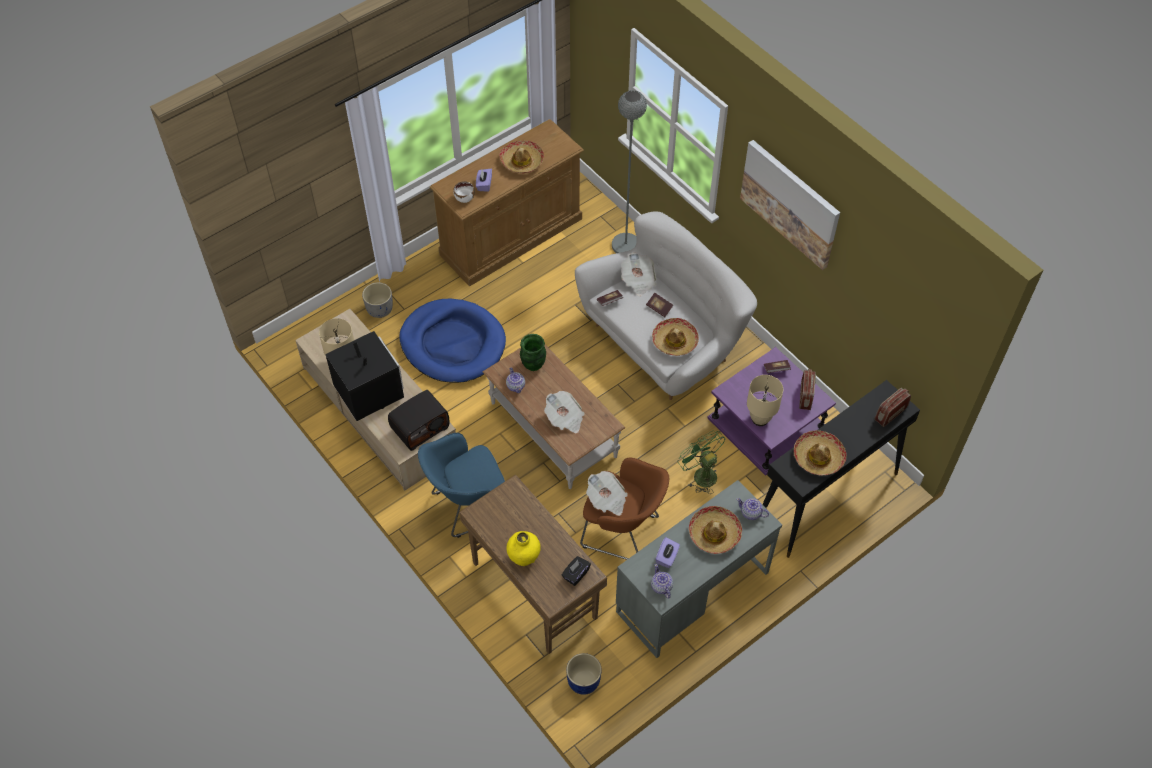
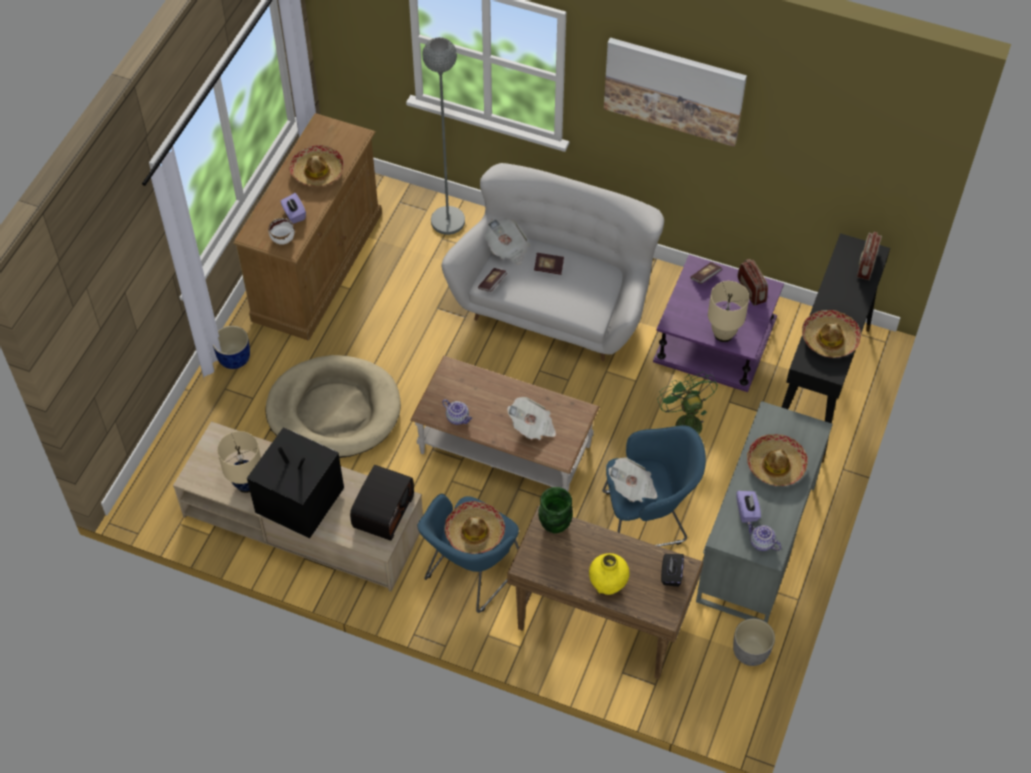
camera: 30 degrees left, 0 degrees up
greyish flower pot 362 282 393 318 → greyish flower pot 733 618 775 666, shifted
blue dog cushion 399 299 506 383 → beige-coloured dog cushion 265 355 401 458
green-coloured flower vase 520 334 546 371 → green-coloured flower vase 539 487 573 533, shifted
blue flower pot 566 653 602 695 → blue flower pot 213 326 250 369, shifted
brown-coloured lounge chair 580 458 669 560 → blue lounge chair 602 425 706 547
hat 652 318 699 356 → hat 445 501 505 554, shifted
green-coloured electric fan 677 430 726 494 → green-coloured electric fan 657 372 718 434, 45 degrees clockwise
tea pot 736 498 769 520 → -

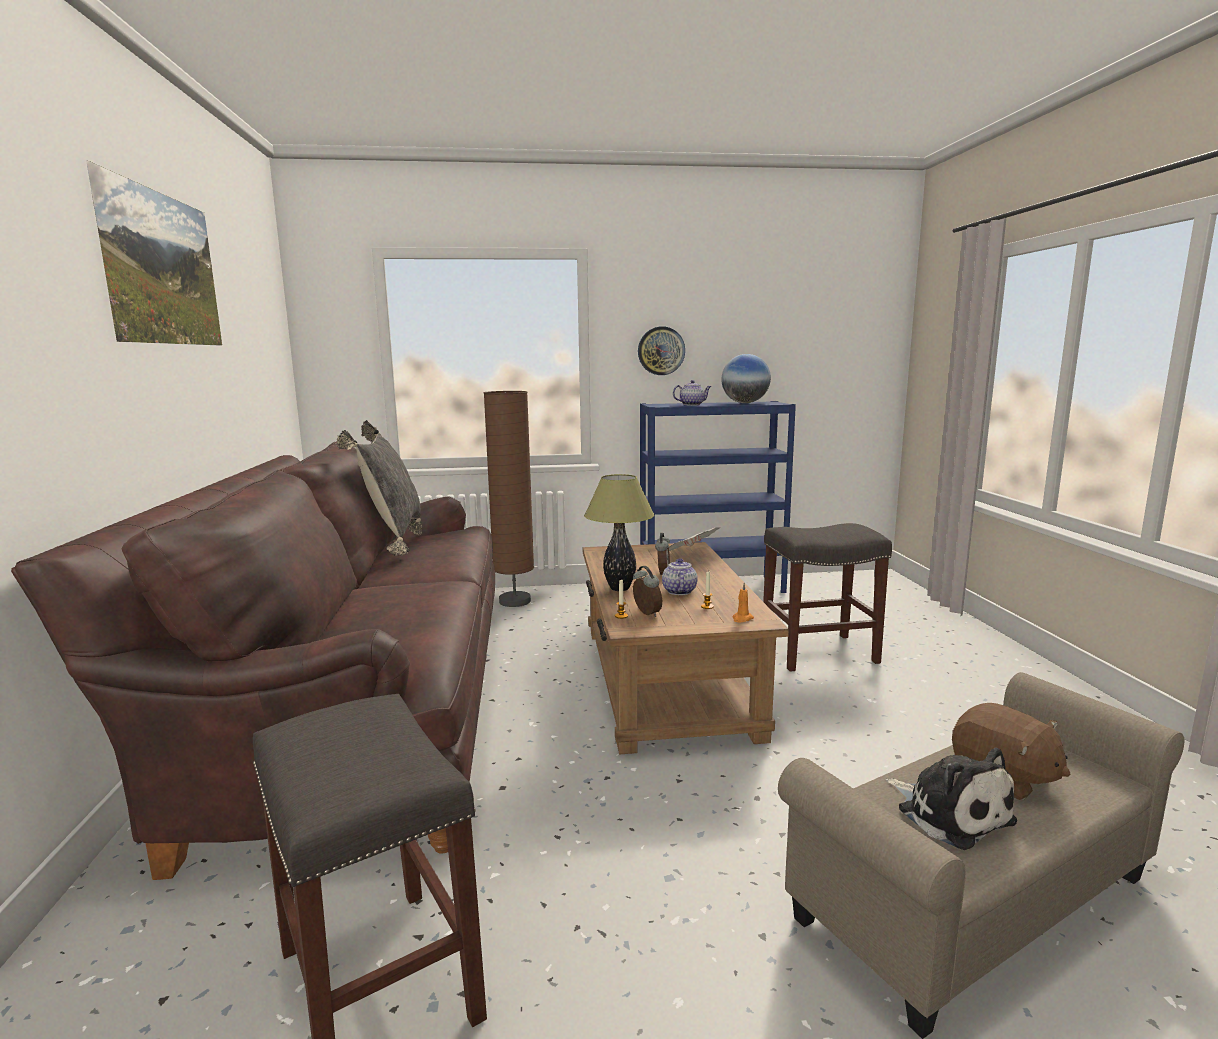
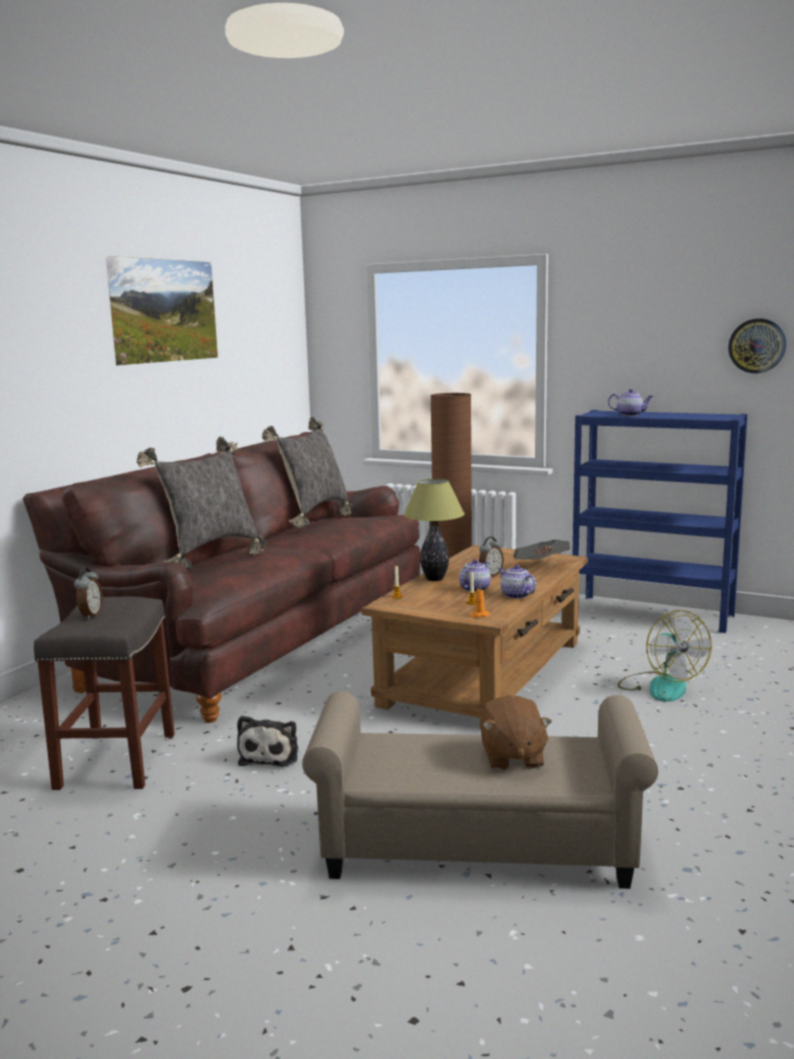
camera: 35 degrees right, 0 degrees up
table clock 633 566 662 617 → table clock 74 567 103 619, shifted
clock on the wall 638 326 685 375 → clock on the wall 728 318 786 373, shifted
desk globe 721 354 771 403 → -
greyish sitting stool 763 523 892 672 → electric fan 618 610 712 702
plush toy 885 748 1017 850 → plush toy 237 715 299 767, shifted
- → throw pillow 137 437 269 569
- → tea pot 498 565 537 599

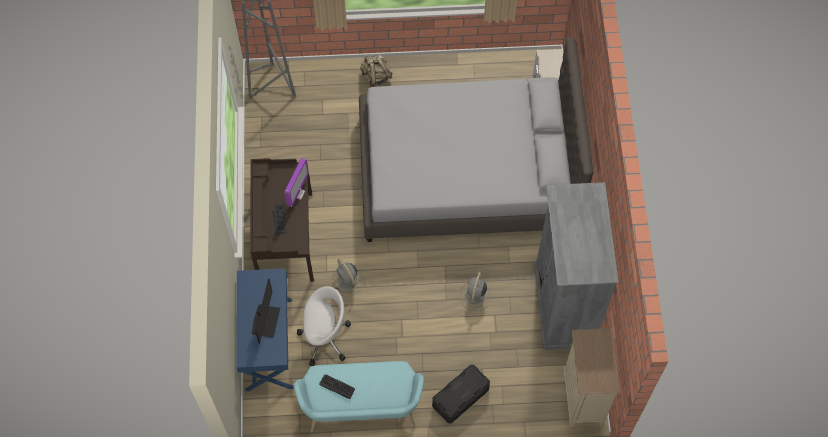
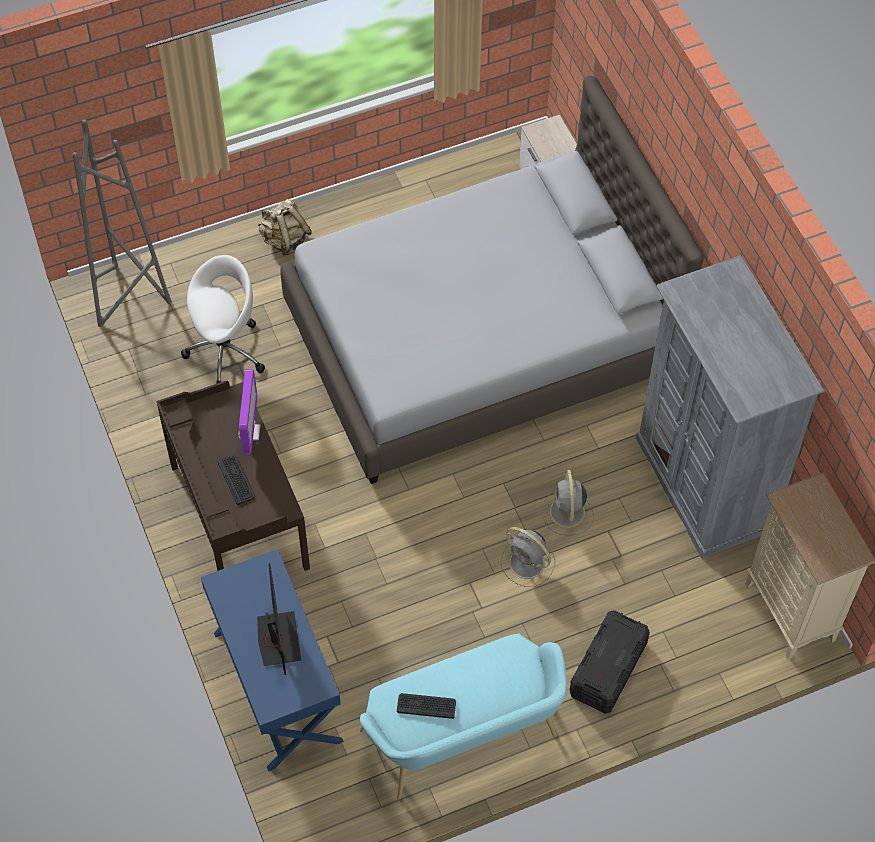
camera: 20 degrees left, 5 degrees down
white-coloured computer chair 297 286 351 366 → white-coloured computer chair 181 255 265 384, shifted
greyish electric fan 332 259 365 297 → greyish electric fan 500 527 555 587, shifted

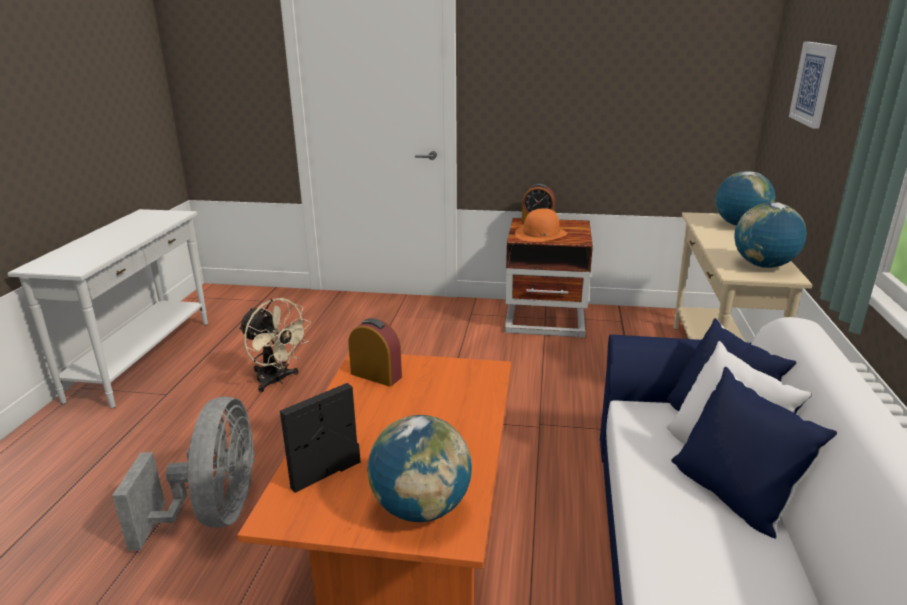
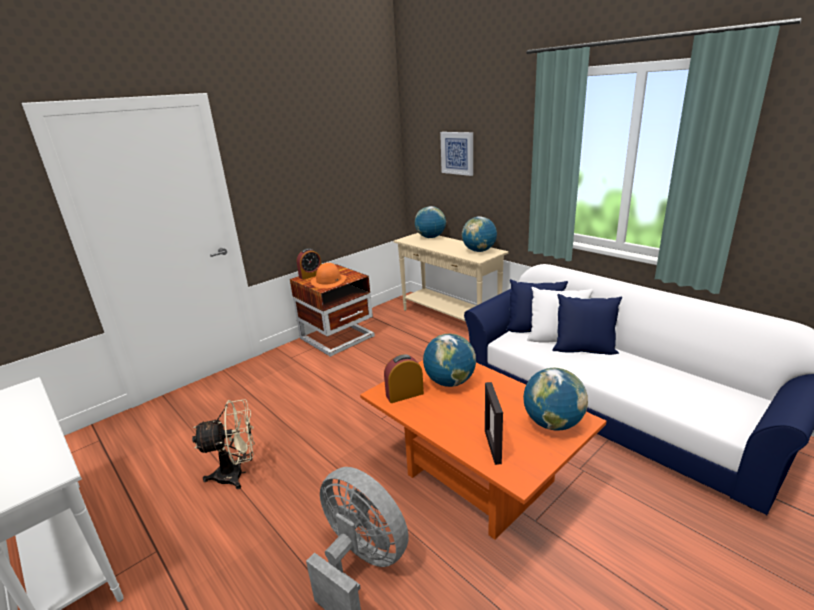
camera: 50 degrees left, 0 degrees up
- → desk globe 423 334 476 387

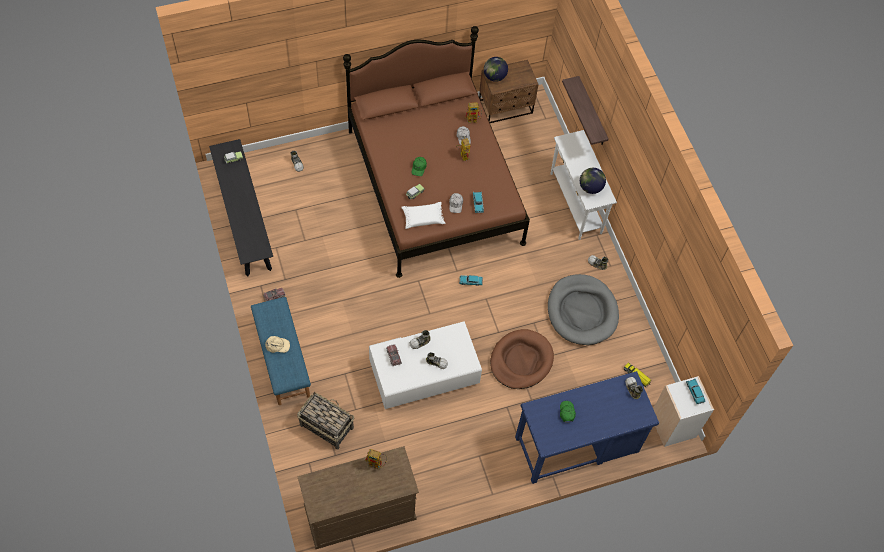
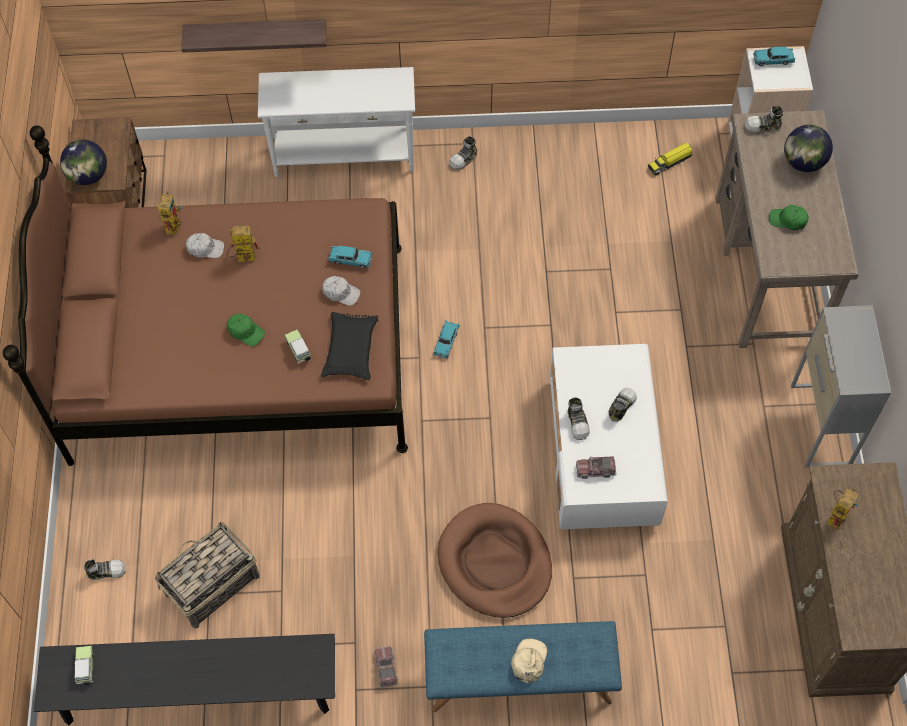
camera: 70 degrees left, 0 degrees up
storage basket 297 392 354 449 → storage basket 155 522 260 629, shifted
white-coloured throw pillow 401 202 445 229 → blackish throw pillow 321 312 378 380
brown-coloured dog cushion 490 329 554 389 → brown-coloured dog cushion 438 503 552 618, shifted
blue desk unit 515 371 659 484 → brown-coloured desk unit 716 110 859 348
greyish dog cushion 548 274 619 345 → -
desk globe 580 168 606 194 → desk globe 784 125 833 172, shifted
- → greyish storage cabinet 791 305 891 468

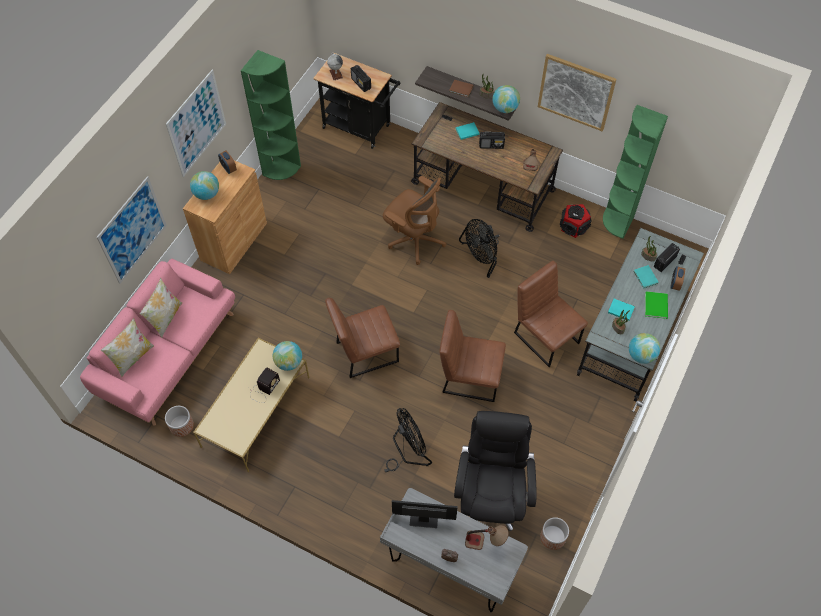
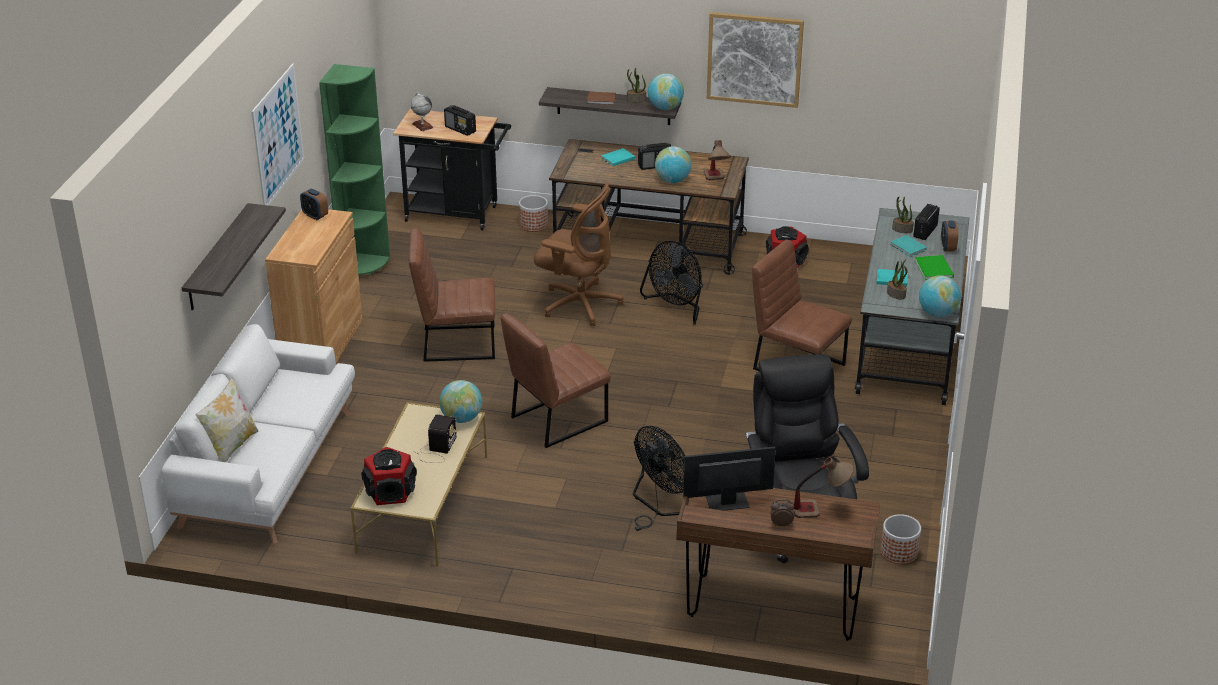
camera: 15 degrees left, 25 degrees down
pink sofa 80 259 235 426 → white-coloured sofa 162 324 355 544
wall picture 97 176 167 284 → wall shelf 182 203 286 311
throw pillow 140 278 182 338 → -
flower pot 165 406 194 437 → flower pot 519 195 548 232, shifted
desk globe 190 171 219 200 → desk globe 655 146 691 183, shifted
greyish desk unit 380 488 528 612 → brown-coloured desk unit 676 488 880 641
brown-coloured upright chair 439 310 506 402 → brown-coloured upright chair 409 228 495 362, shifted
green-coloured bookcase 603 105 668 239 → -
- → speaker 361 447 417 505

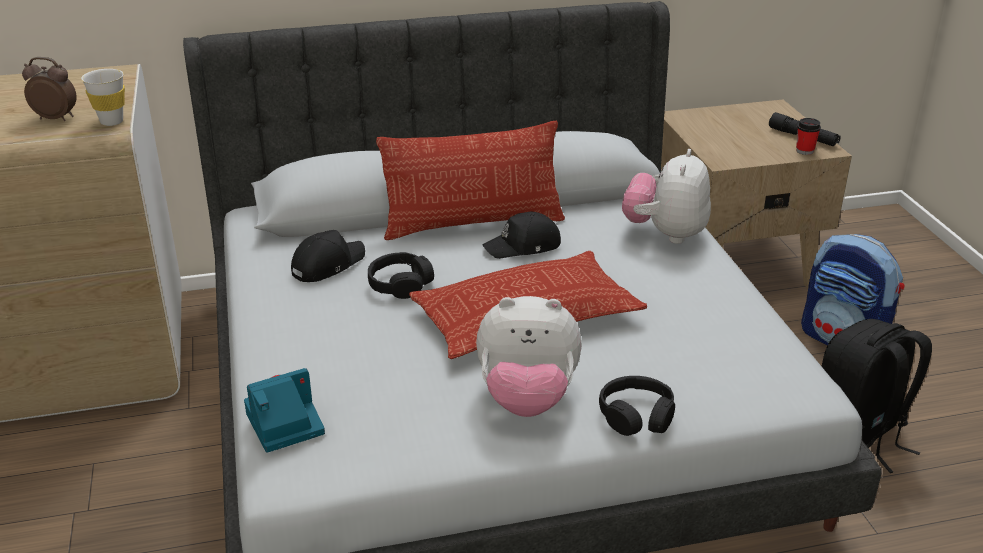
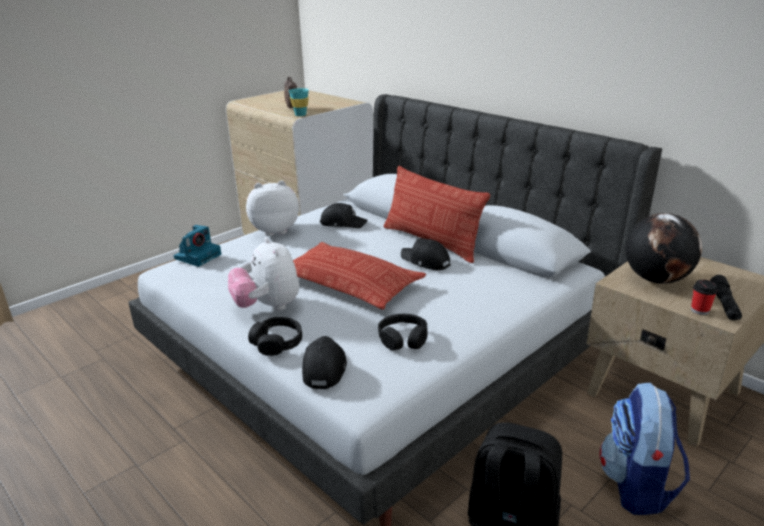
camera: 60 degrees right, 5 degrees down
white-coloured cup 81 69 125 126 → turquoise cup 289 88 309 116
still camera 244 368 325 453 → still camera 174 225 221 267, 90 degrees clockwise
blackish headphones 368 252 434 299 → blackish headphones 378 314 428 350, shifted
plush toy 622 149 711 244 → plush toy 246 181 299 236, shifted
- → blackish peaked cap 302 336 347 389
- → desk globe 625 213 702 284

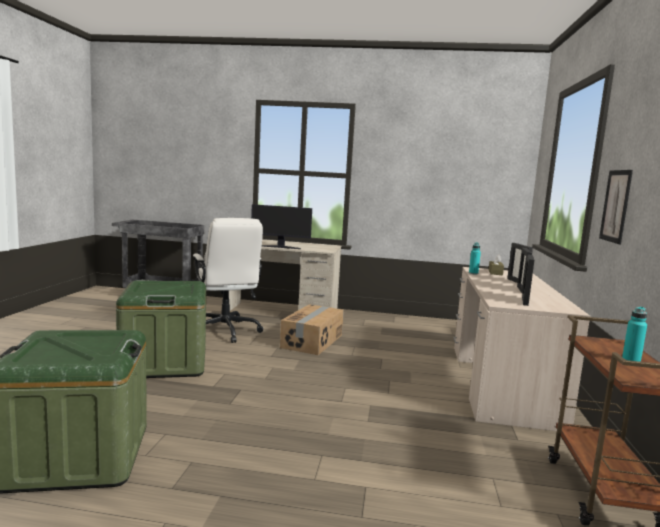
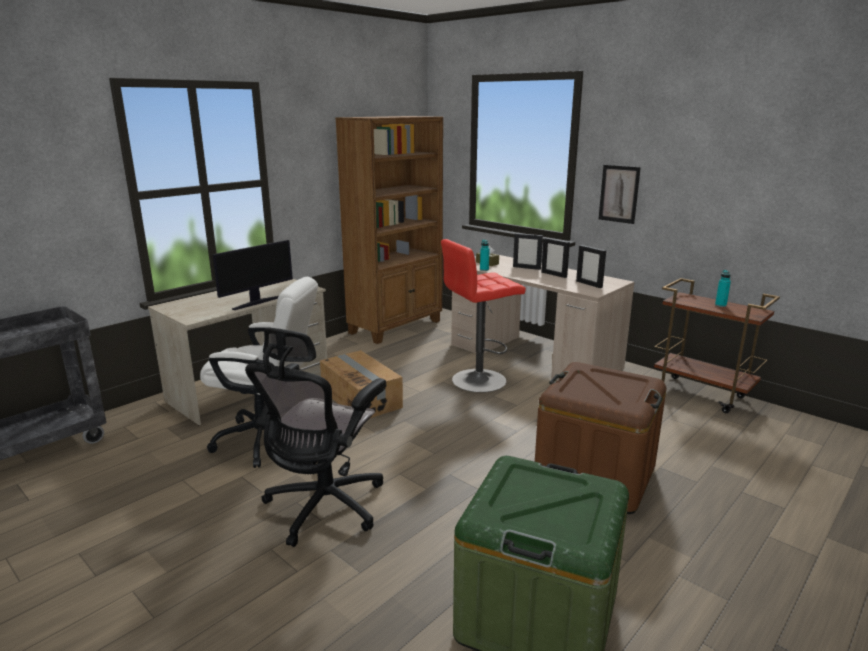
camera: 55 degrees left, 10 degrees up
green-coloured storage container 116 280 206 378 → computer chair 245 328 386 547
- → brown-coloured bookcase 335 116 443 344
- → red-coloured sitting stool 441 239 526 392
- → brown-coloured storage container 535 362 666 514

